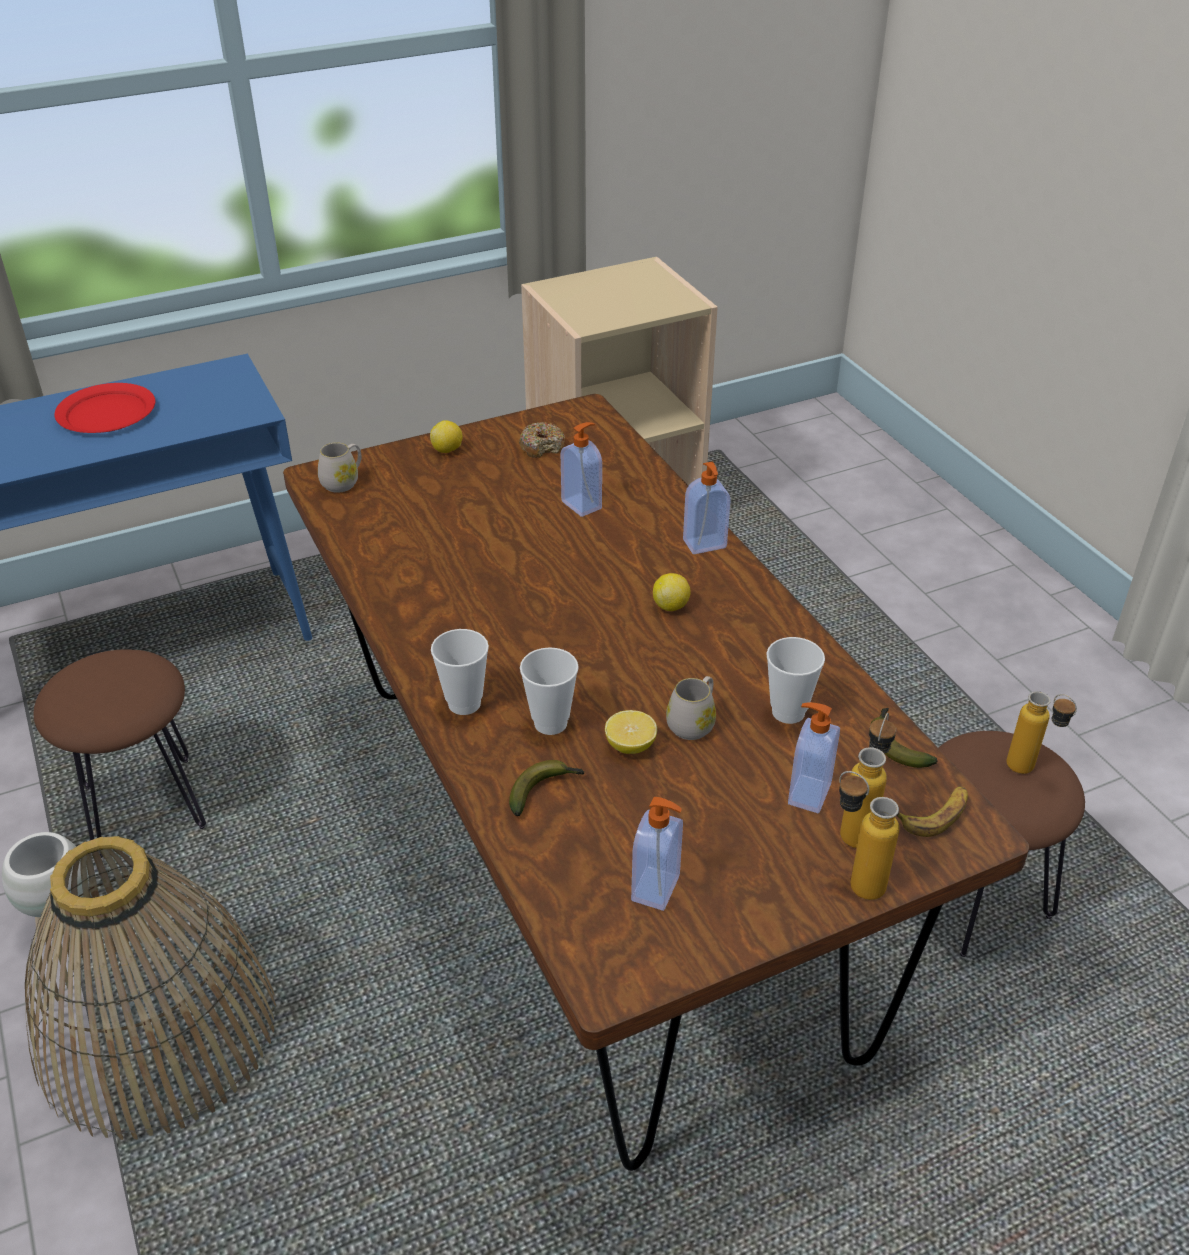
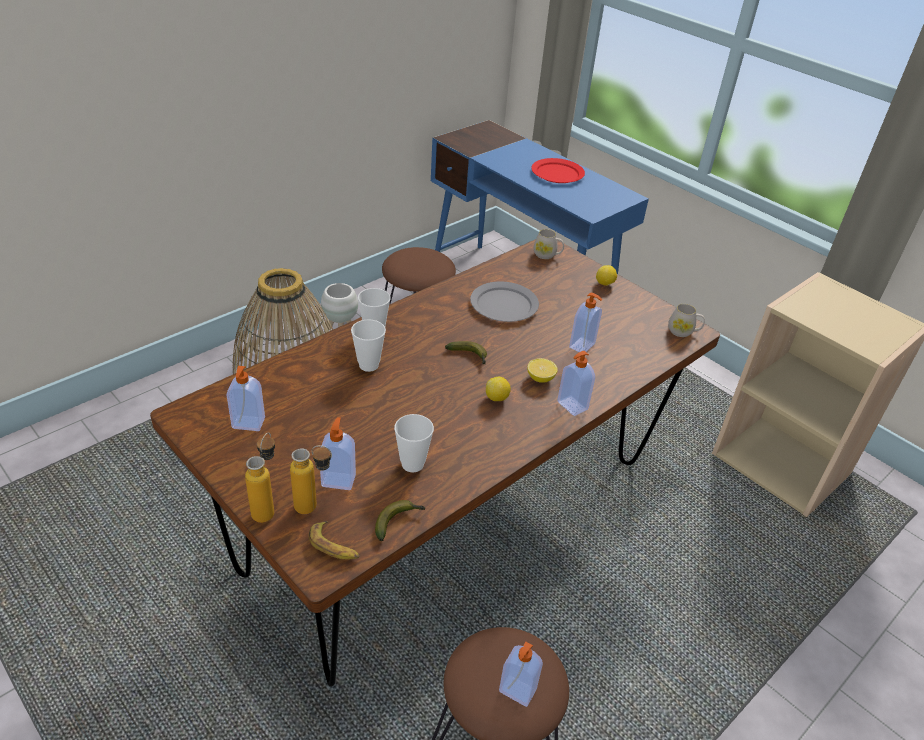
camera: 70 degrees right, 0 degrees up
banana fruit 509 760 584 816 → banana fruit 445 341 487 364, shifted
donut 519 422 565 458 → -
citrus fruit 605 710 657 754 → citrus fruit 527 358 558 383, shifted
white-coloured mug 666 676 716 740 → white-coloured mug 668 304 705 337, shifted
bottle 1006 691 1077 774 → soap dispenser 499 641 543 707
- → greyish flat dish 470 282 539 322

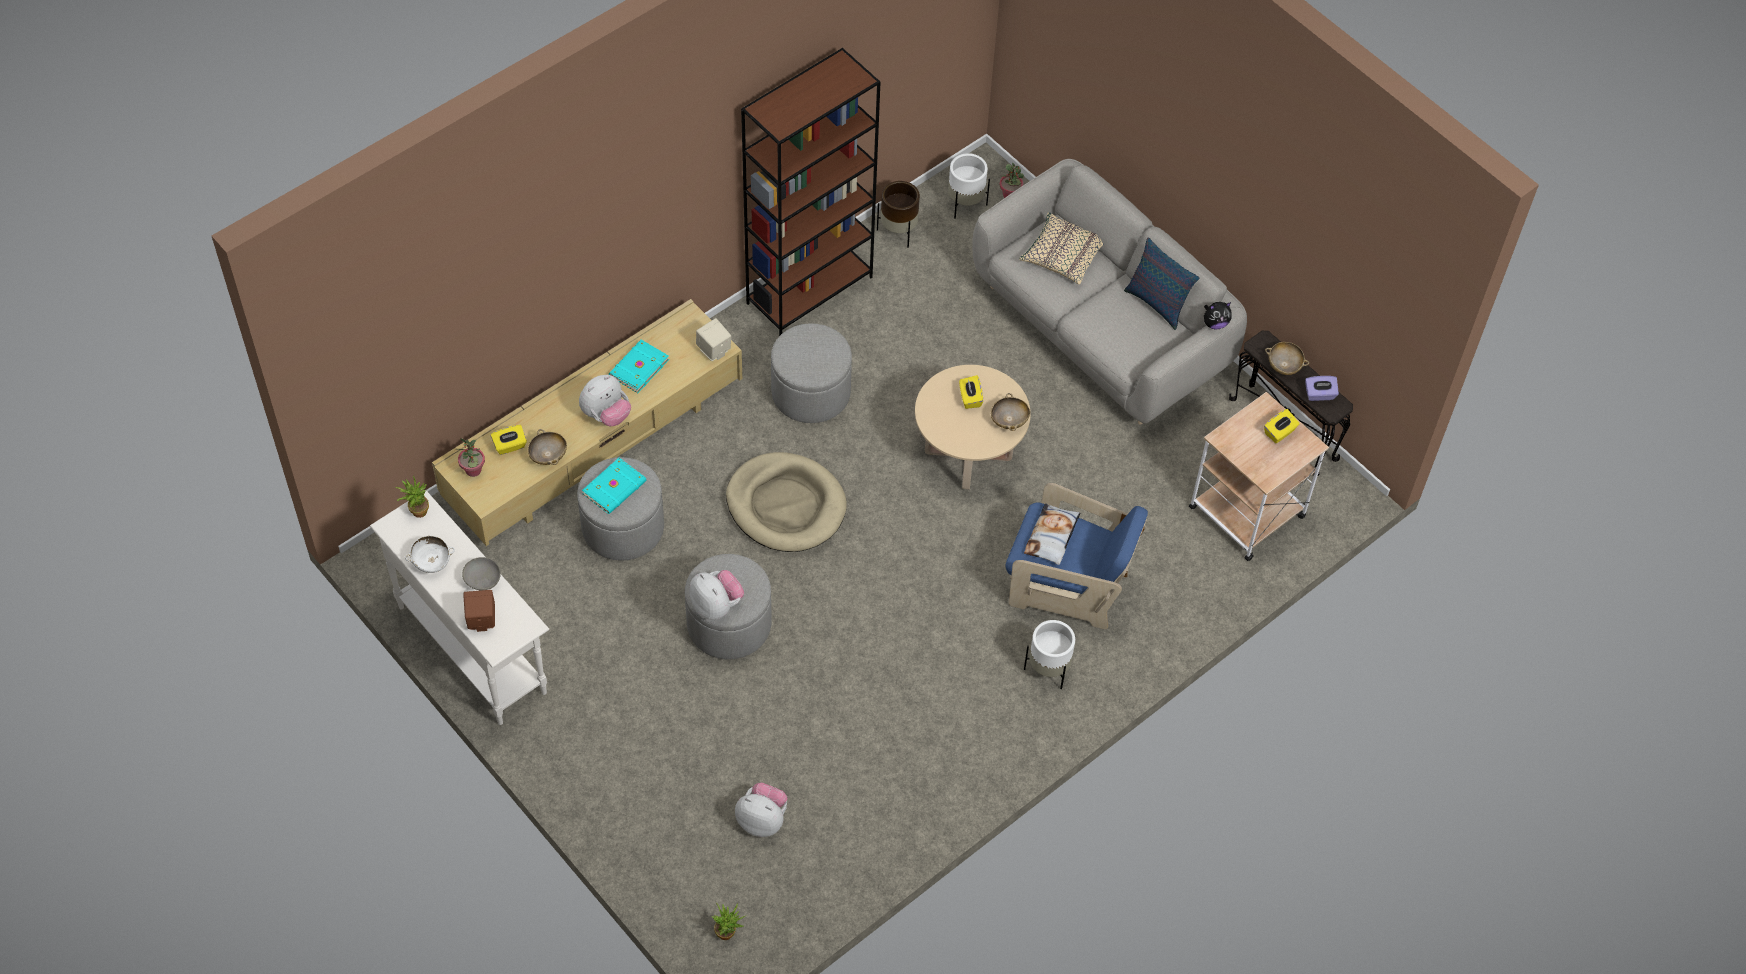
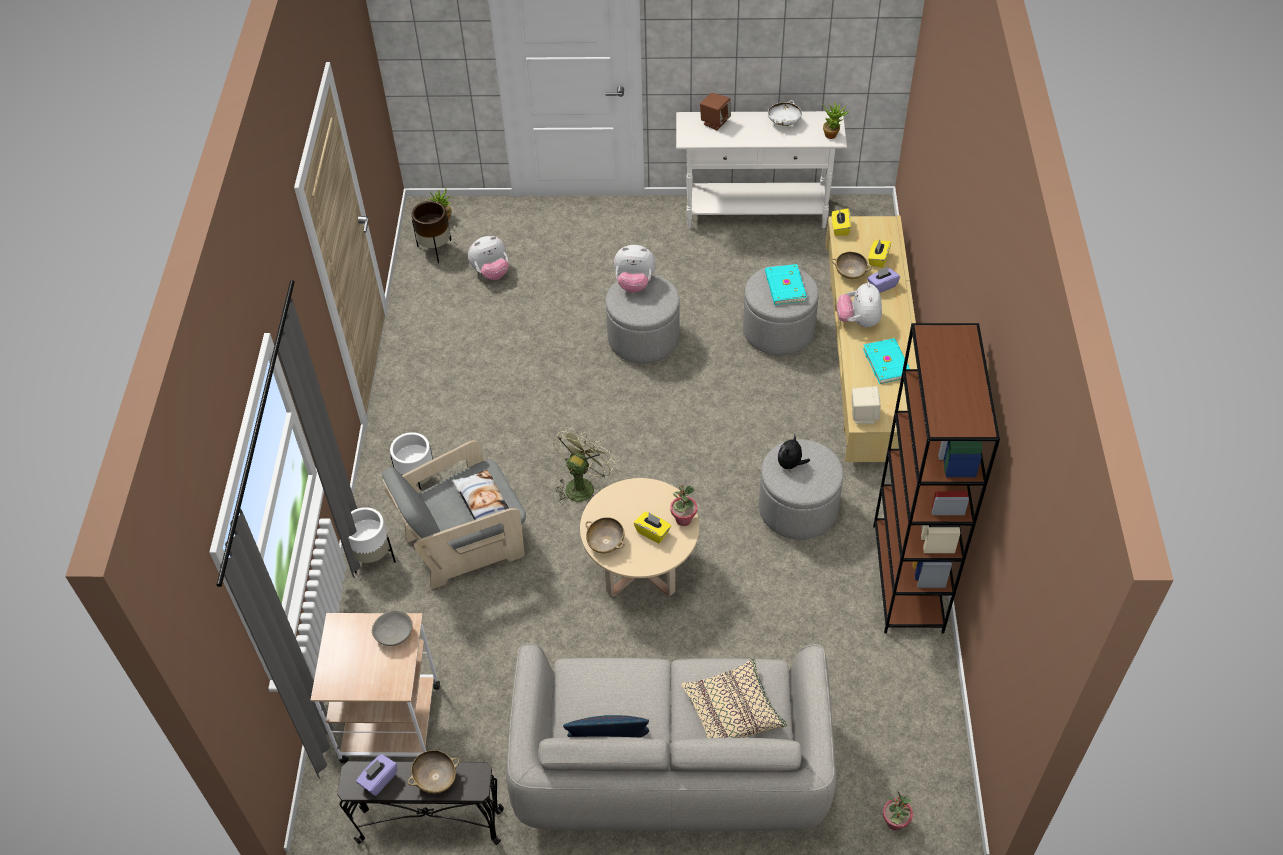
camera: 135 degrees right, 5 degrees down
plant in a pot 457 438 485 477 → plant in a pot 670 485 697 526, shifted
greyish deep dish 462 557 501 590 → greyish deep dish 372 610 413 646, shifted
beige-coloured dog cushion 726 452 847 552 → -
brown-coloured flower pot 877 181 920 248 → brown-coloured flower pot 412 201 451 263, shifted
white-coloured flower pot 948 153 990 219 → white-coloured flower pot 348 507 396 573, shifted
blue lounge chair 1006 483 1148 629 → greyish lounge chair 382 440 526 589
plush toy 1204 302 1232 329 → plush toy 778 435 810 473, shifted
yellow box of tissues 1264 409 1299 443 → yellow box of tissues 832 208 851 236, shifted
- → green-coloured electric fan 553 428 615 504
- → purplish box of tissues 867 267 900 293

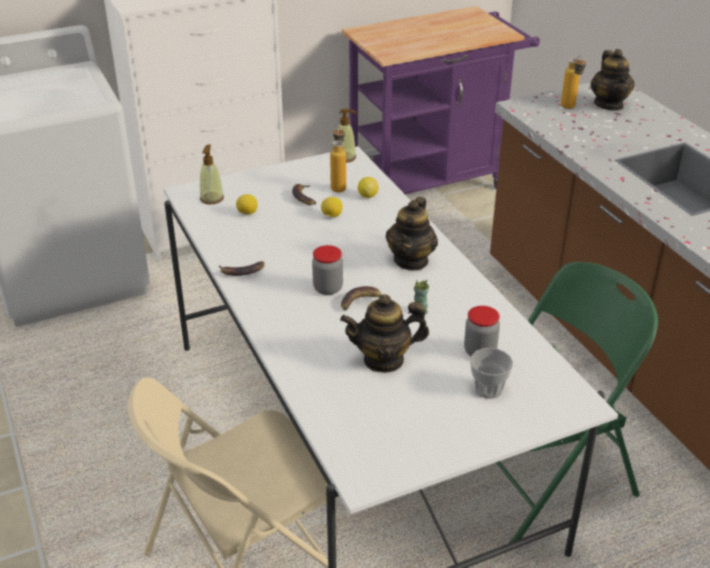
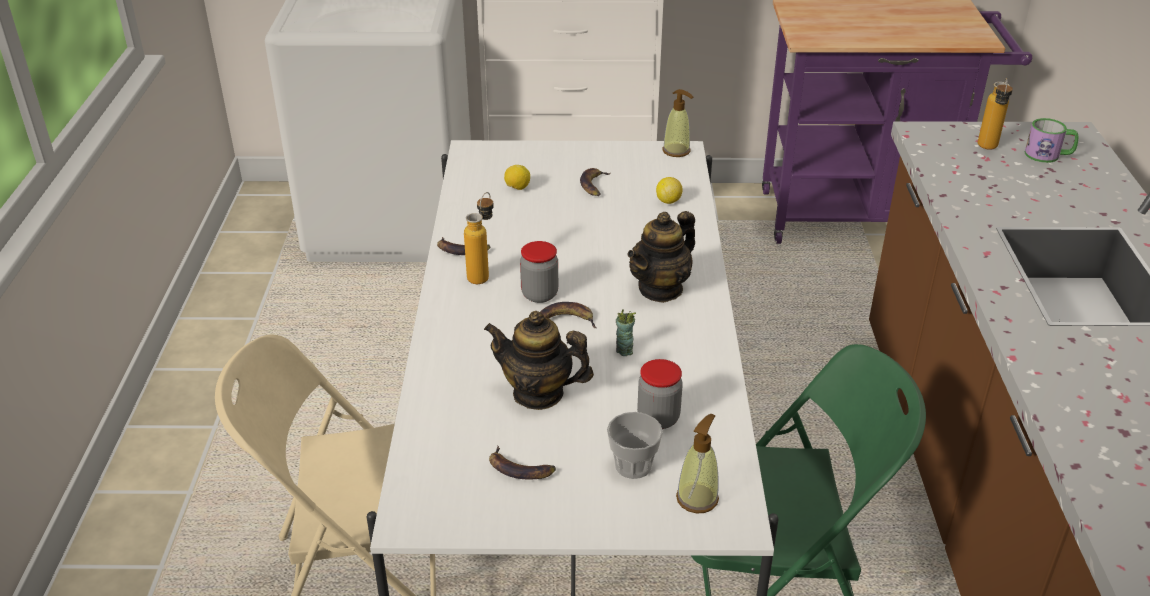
camera: 25 degrees right, 0 degrees up
soap dispenser 200 145 224 204 → soap dispenser 676 414 719 513, shifted
citrus fruit 321 197 343 217 → -
bottle 330 125 346 192 → bottle 464 192 494 284, shifted
tea pot 590 49 635 111 → mug 1025 118 1078 163
- → banana fruit 489 446 556 479

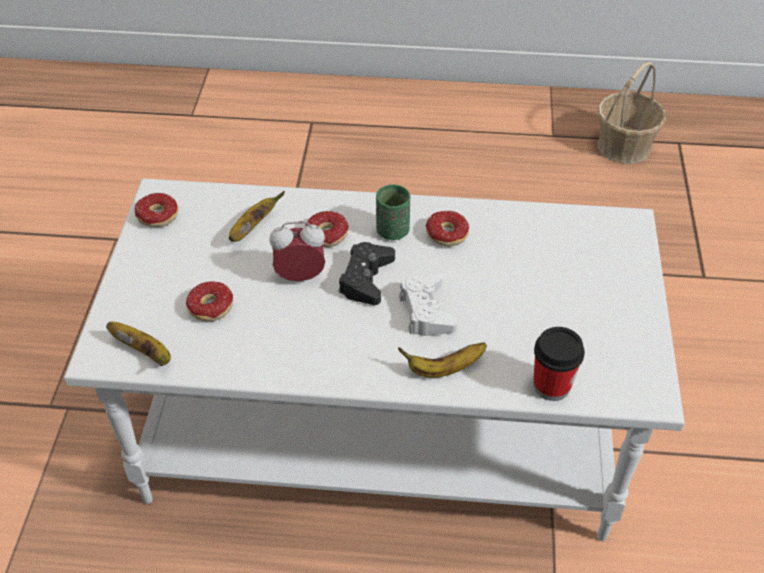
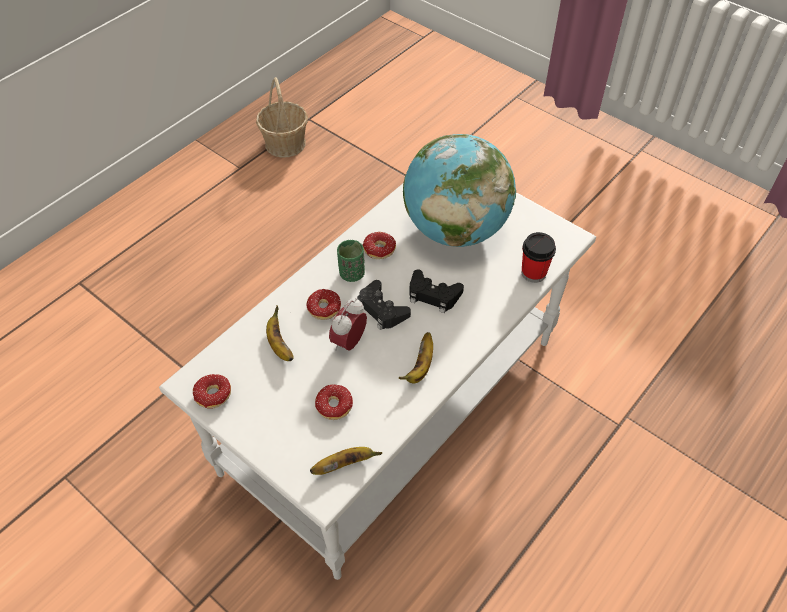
camera: 55 degrees left, 5 degrees up
banana fruit 398 342 487 378 → banana fruit 399 332 433 383, shifted
white-coloured joypad 399 272 458 336 → blackish joypad 409 269 464 313
- → desk globe 403 134 516 247

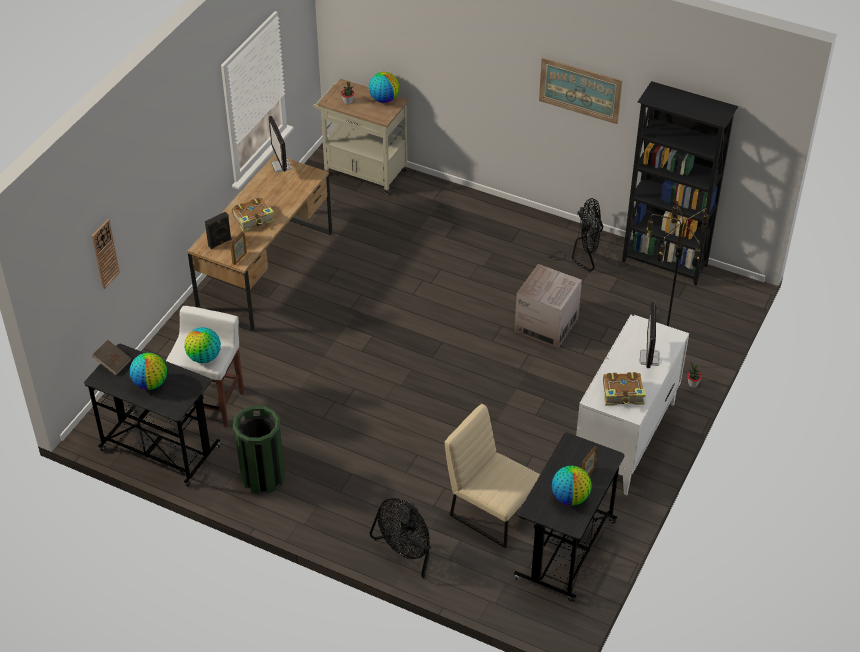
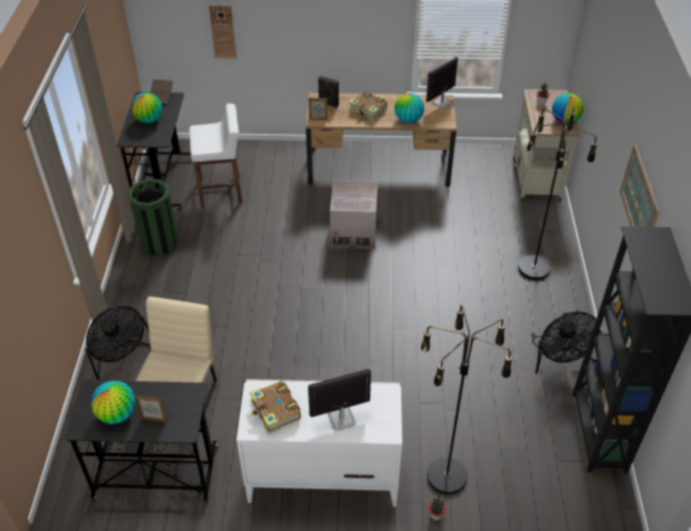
camera: 65 degrees right, 0 degrees up
desk globe 185 327 221 363 → desk globe 395 93 424 123, shifted
blackish electric fan 370 498 431 579 → blackish electric fan 85 306 150 380, 150 degrees counterclockwise
carton 514 264 582 348 → carton 330 181 378 249, shifted
- → standing lamp 518 106 597 280

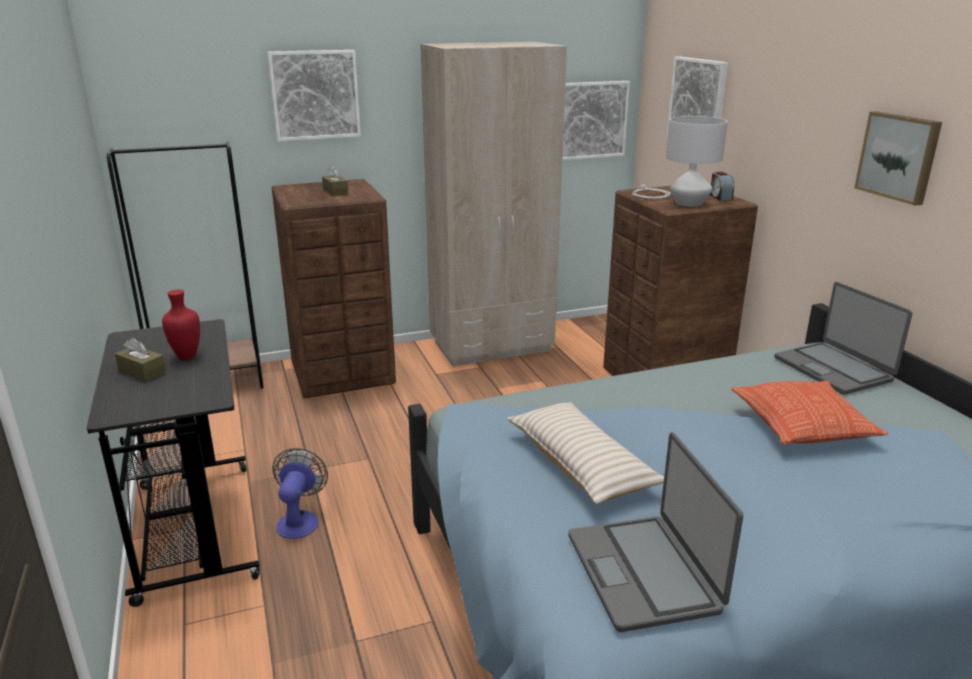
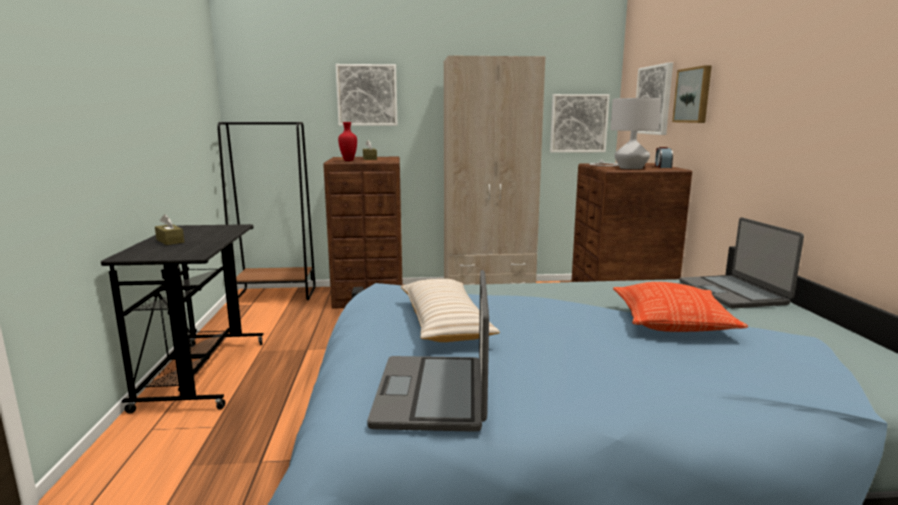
camera: 15 degrees right, 10 degrees down
red-coloured flower vase 162 289 200 360 → red-coloured flower vase 338 122 357 161, shifted
electric fan 272 448 328 539 → -
wall picture 854 111 942 206 → wall picture 672 65 712 123, shifted

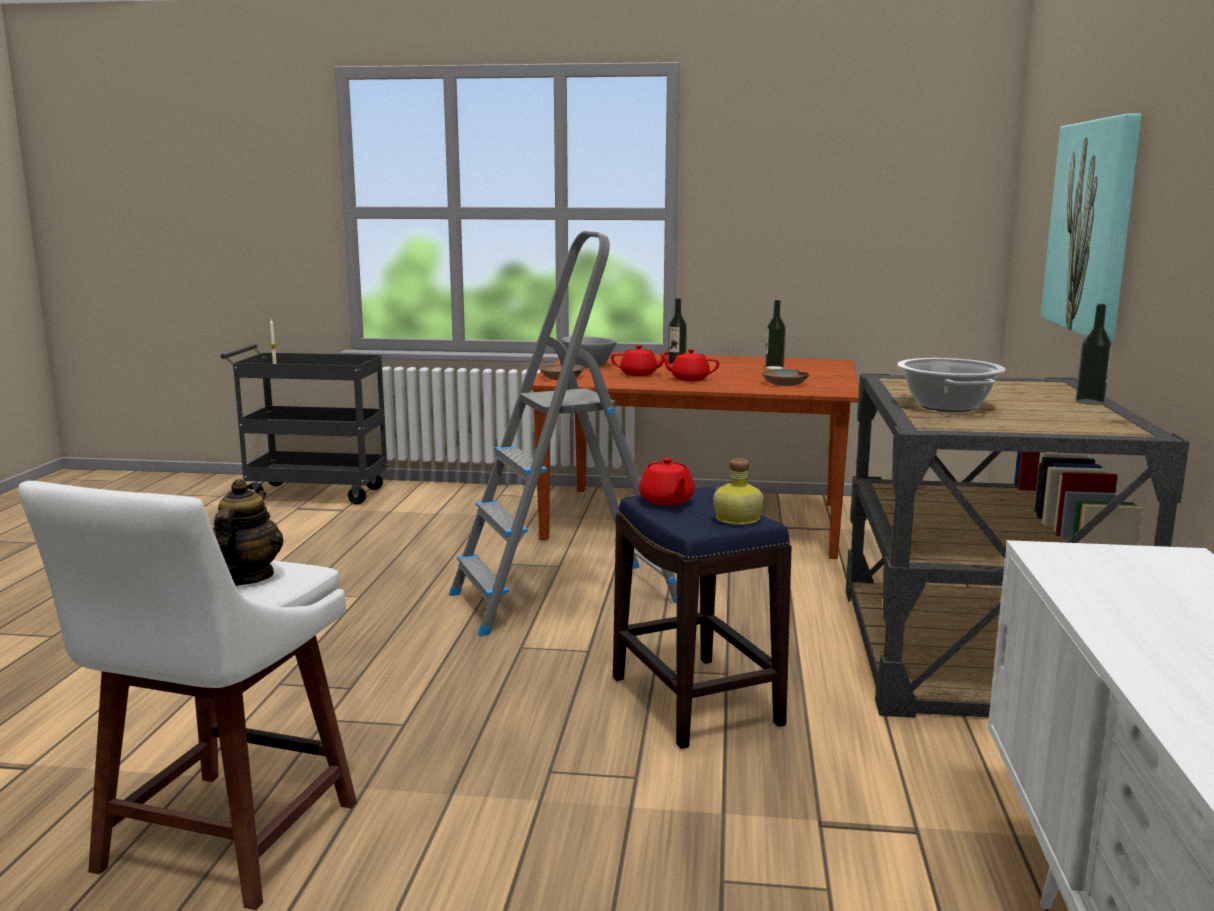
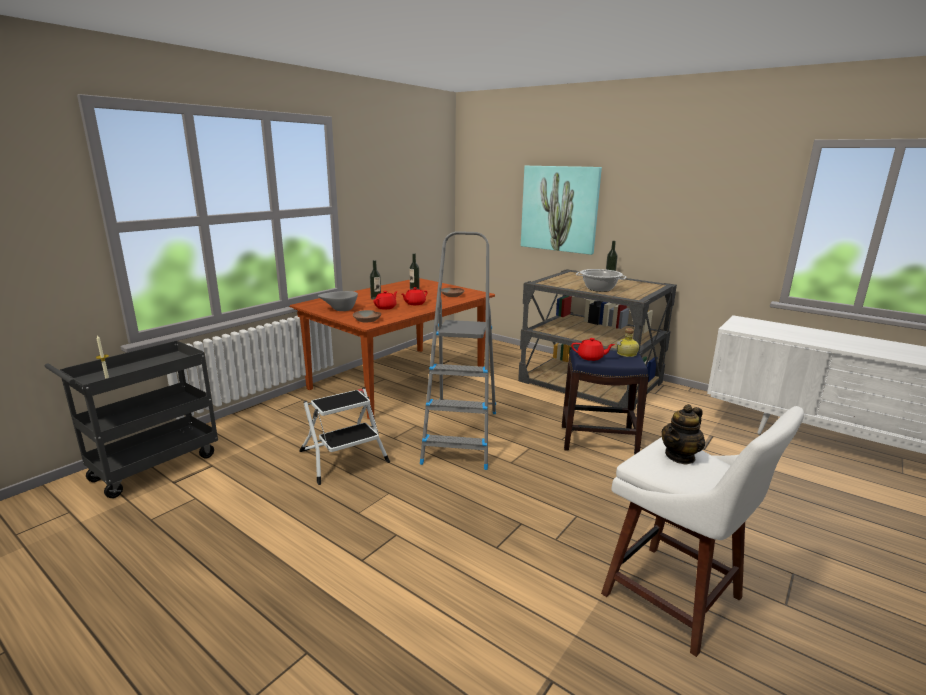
camera: 60 degrees left, 5 degrees up
tea pot 212 479 284 586 → tea pot 661 404 705 465, 75 degrees counterclockwise
- → stepladder 299 387 390 485

